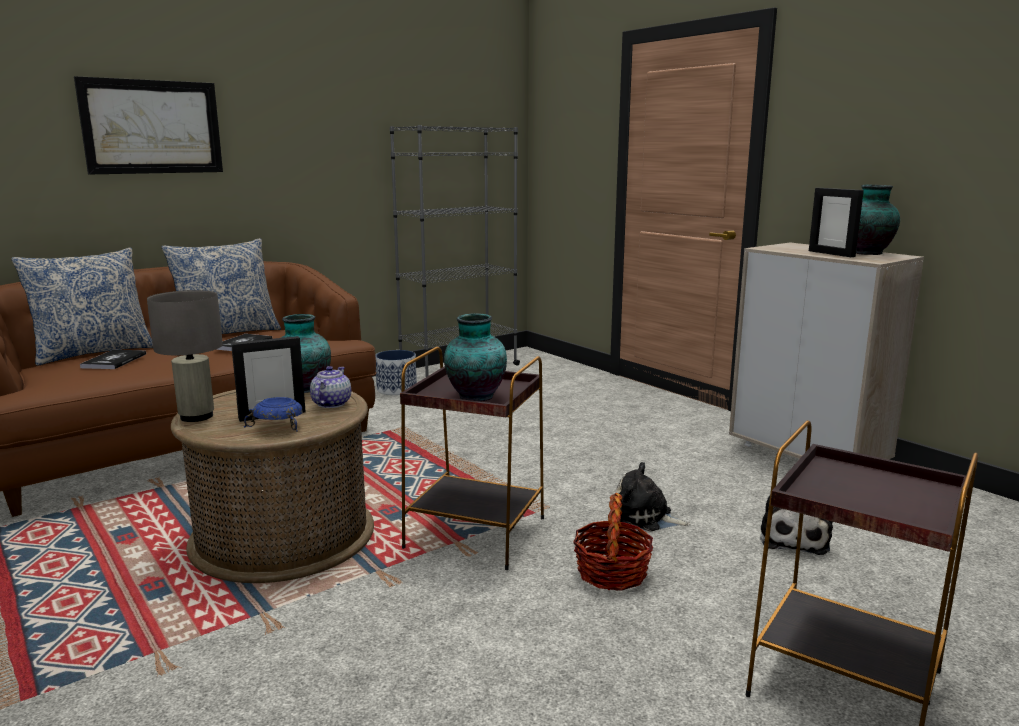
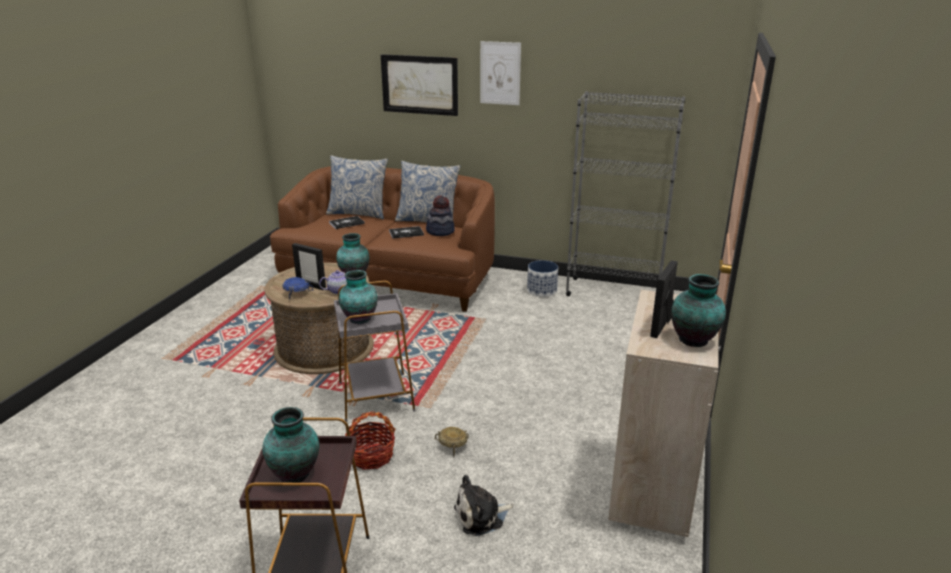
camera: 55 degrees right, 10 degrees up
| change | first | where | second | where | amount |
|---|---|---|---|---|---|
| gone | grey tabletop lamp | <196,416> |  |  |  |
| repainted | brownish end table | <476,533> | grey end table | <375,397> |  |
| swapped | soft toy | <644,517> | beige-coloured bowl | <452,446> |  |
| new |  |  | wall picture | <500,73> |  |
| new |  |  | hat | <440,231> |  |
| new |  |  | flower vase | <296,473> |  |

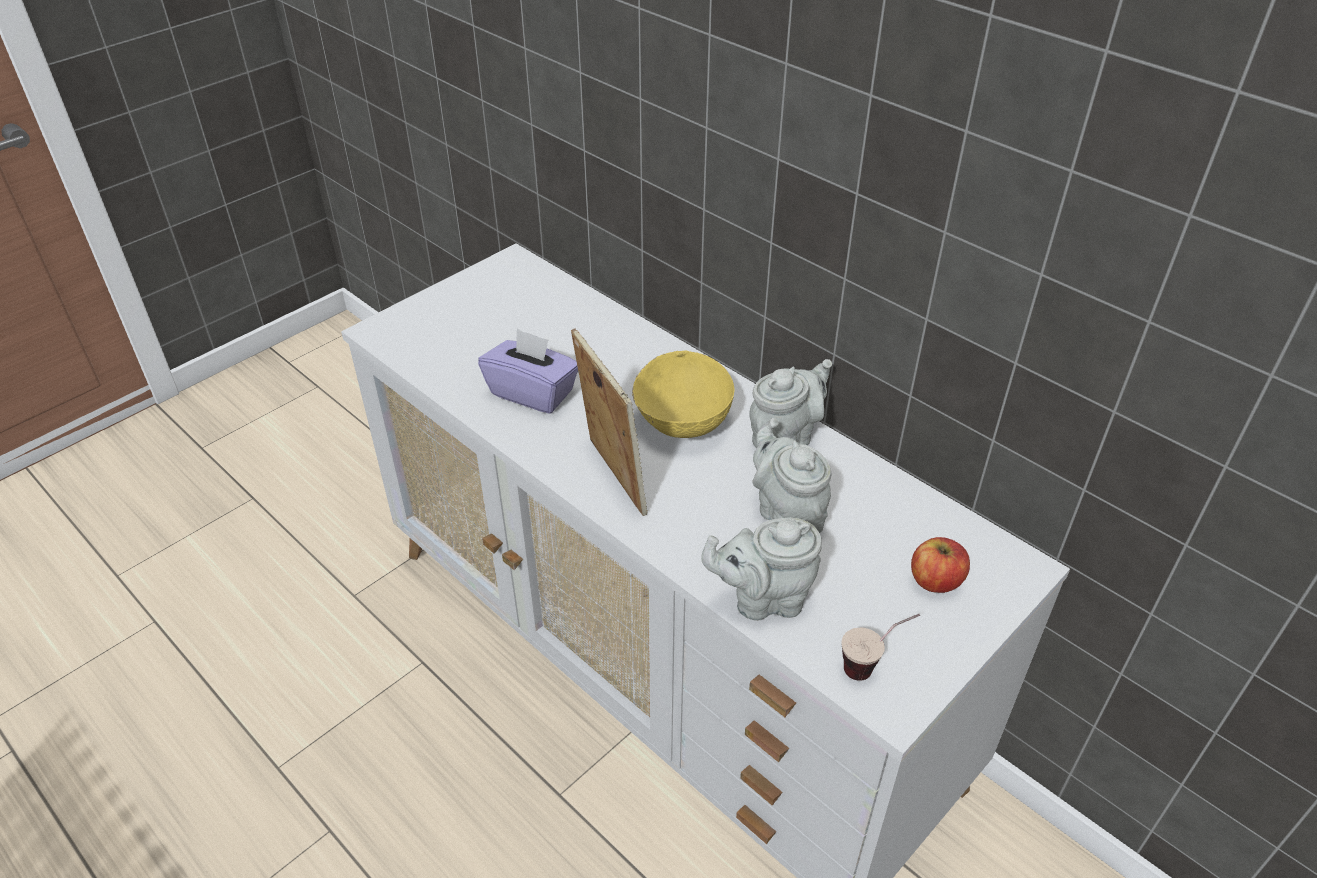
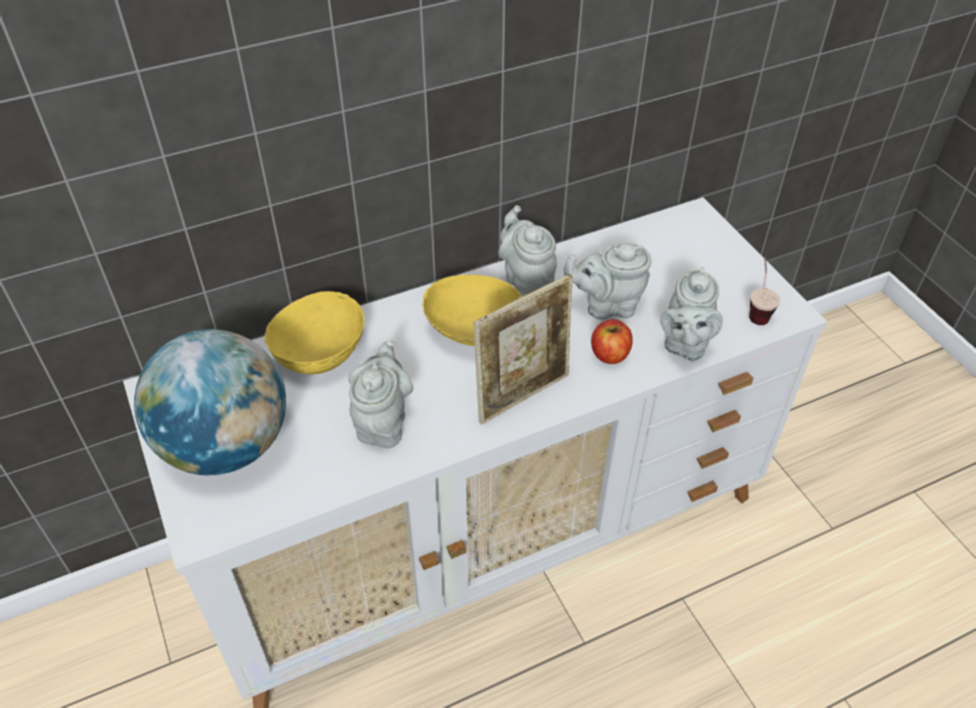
camera: 70 degrees left, 5 degrees up
| change | first | where | second | where | amount |
|---|---|---|---|---|---|
| swapped | purple tissue box | <533,392> | grey tea pot | <382,422> |  |
| rotated | standing frame | <612,477> |  | <522,394> | 150 degrees clockwise |
| shifted | apple fruit | <935,580> |  | <609,354> |  |
| new |  |  | yellow-coloured bowl | <319,352> |  |
| new |  |  | world globe | <226,446> |  |

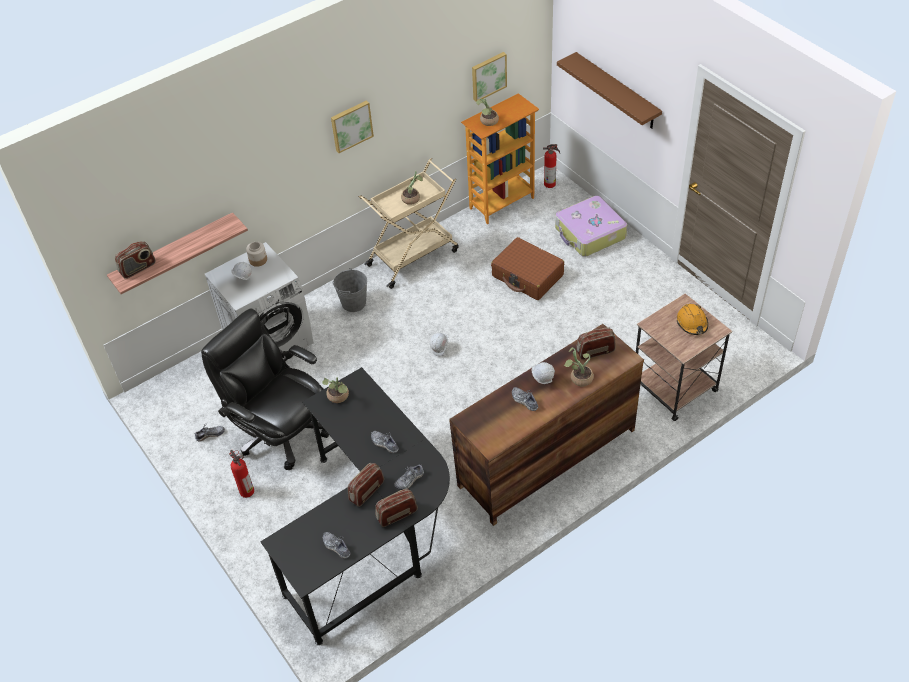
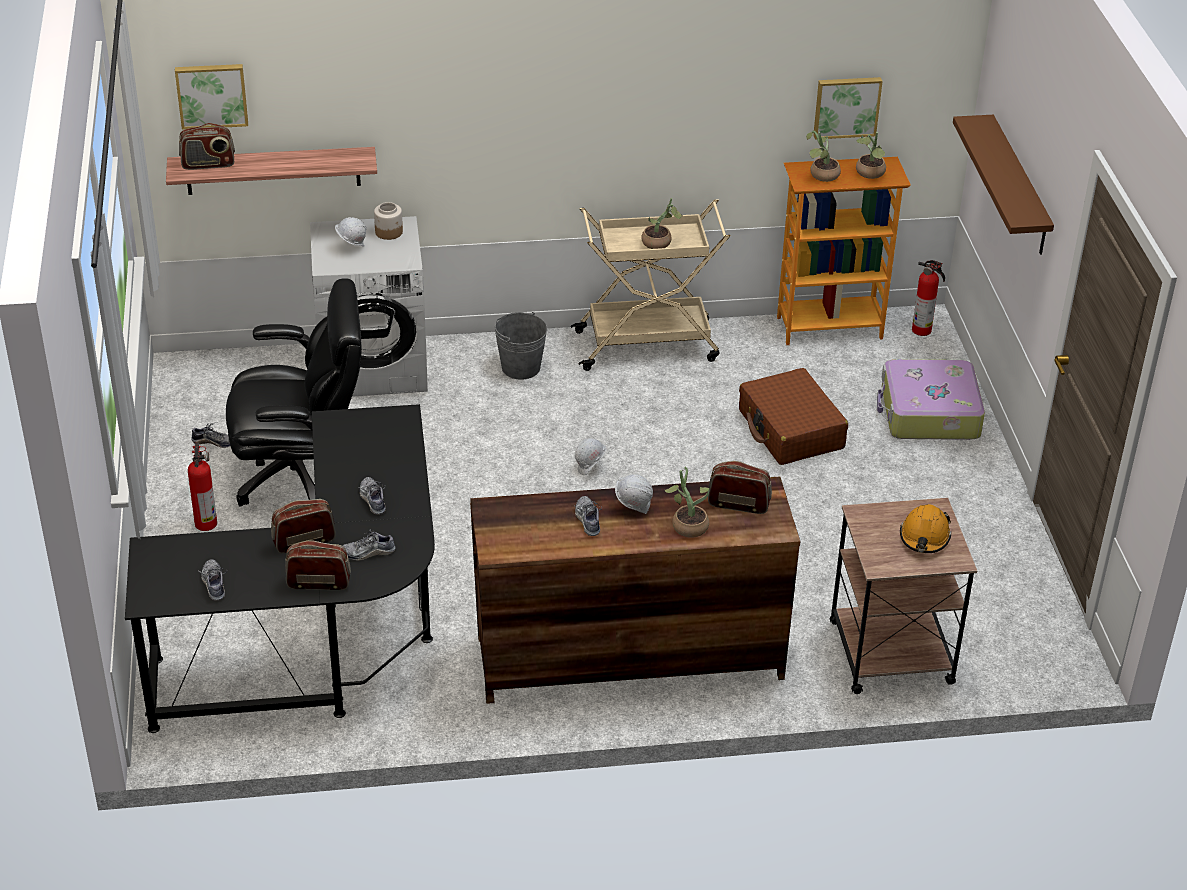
camera: 25 degrees right, 10 degrees down
| change | first | where | second | where | amount |
|---|---|---|---|---|---|
| shifted | wall picture | <351,125> |  | <212,95> |  |
| rotated | black-coloured office chair | <281,432> |  | <303,476> | 105 degrees clockwise |
| shifted | houseplant | <339,398> |  | <870,174> |  |

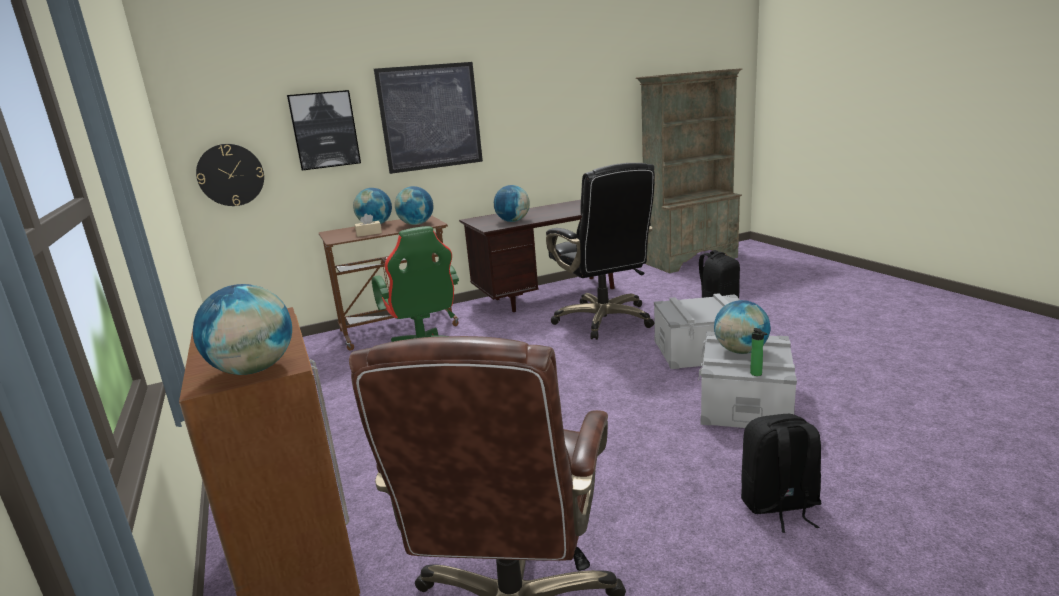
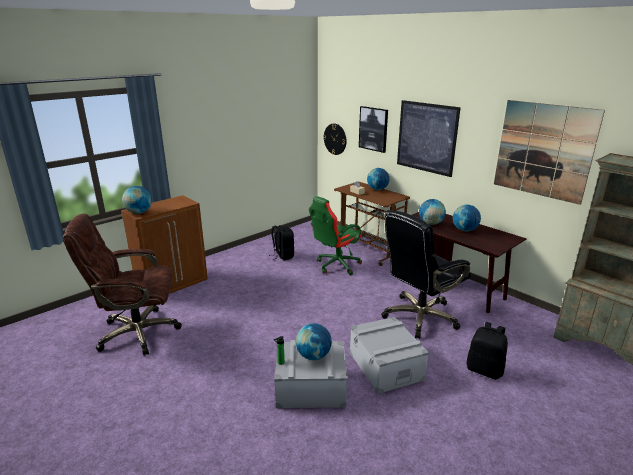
camera: 70 degrees right, 5 degrees up
| change | first | where | second | where | amount |
|---|---|---|---|---|---|
| shifted | world globe | <416,224> |  | <464,230> |  |
| shifted | black-coloured rucksack | <779,506> |  | <283,256> |  |
| new |  |  | wall picture | <543,150> |  |

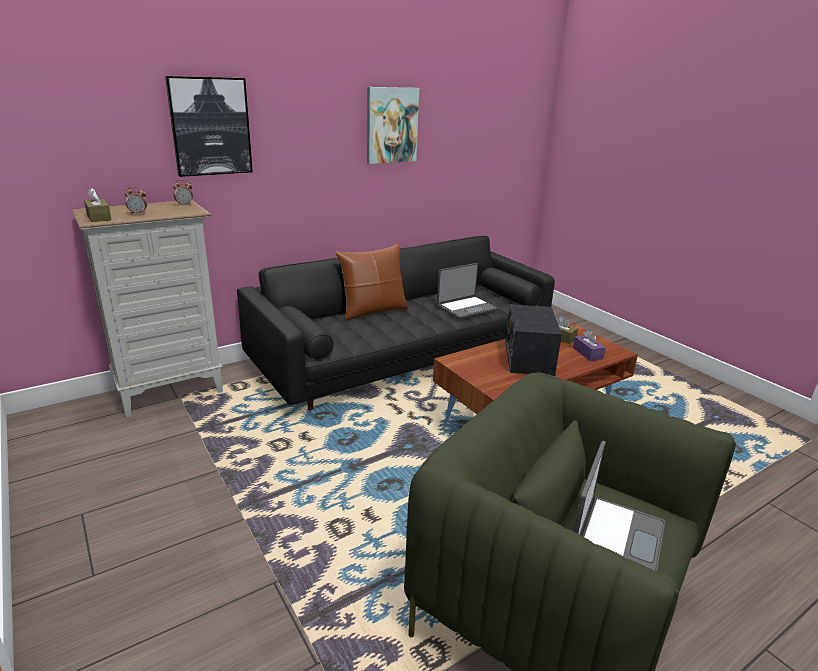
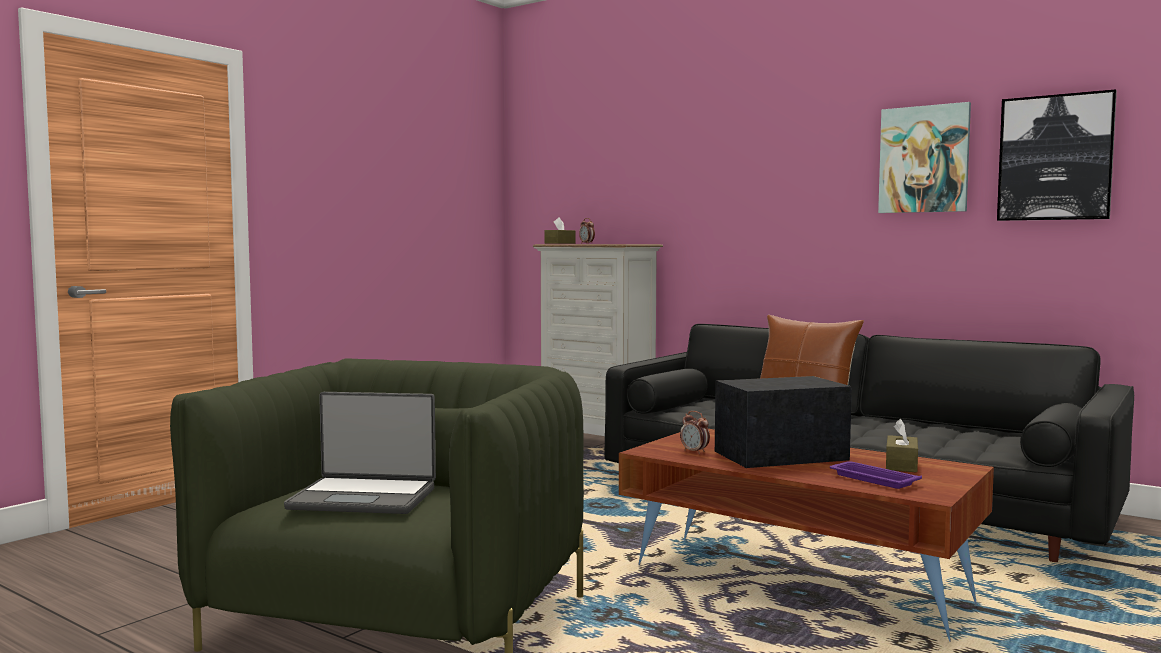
camera: 70 degrees right, 20 degrees down
| change | first | where | second | where | amount |
|---|---|---|---|---|---|
| shifted | wall picture | <210,126> |  | <1055,158> |  |
| shifted | table clock | <184,205> |  | <694,452> |  |
| gone | portable computer | <466,308> |  |  |  |
| swapped | purple tissue box | <587,353> | purple serving tray | <872,479> |  |

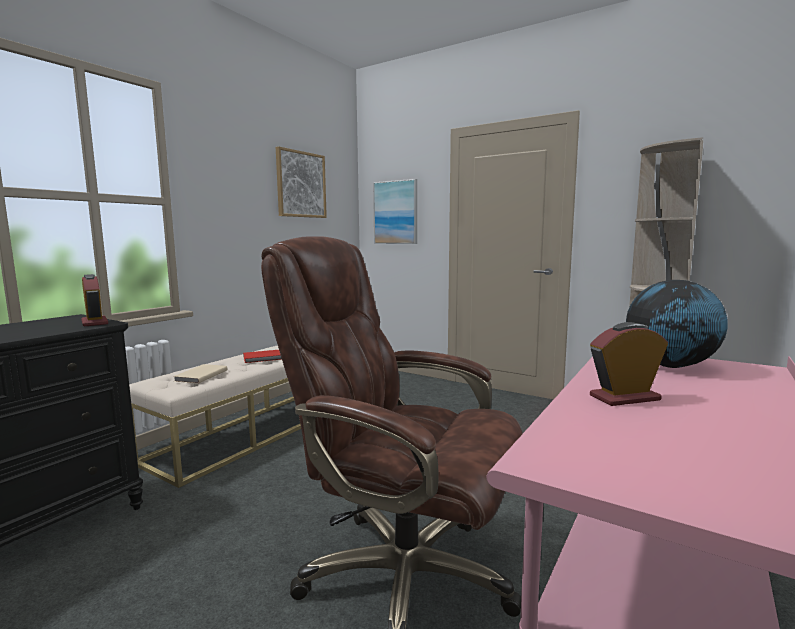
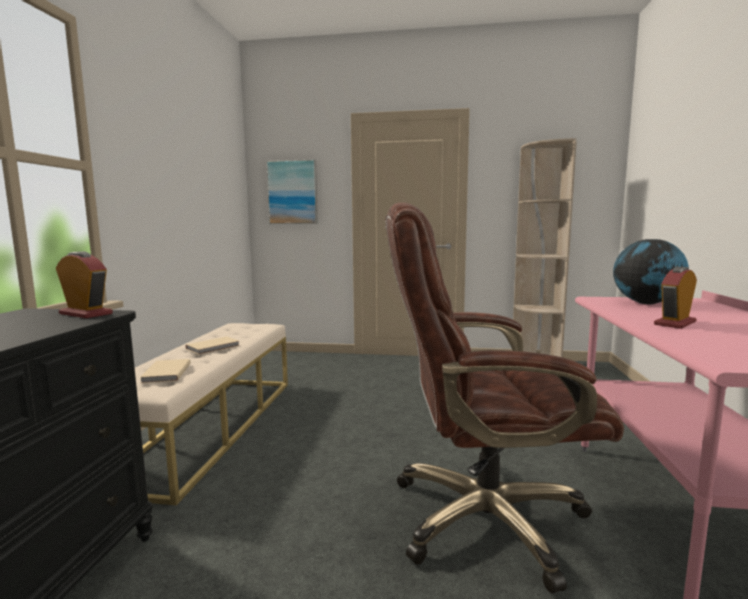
camera: 25 degrees left, 0 degrees up
| change | first | where | second | where | amount |
|---|---|---|---|---|---|
| gone | wall picture | <301,184> |  |  |  |
| repainted | red-coloured book | <265,358> | beige-coloured book | <214,347> |  |

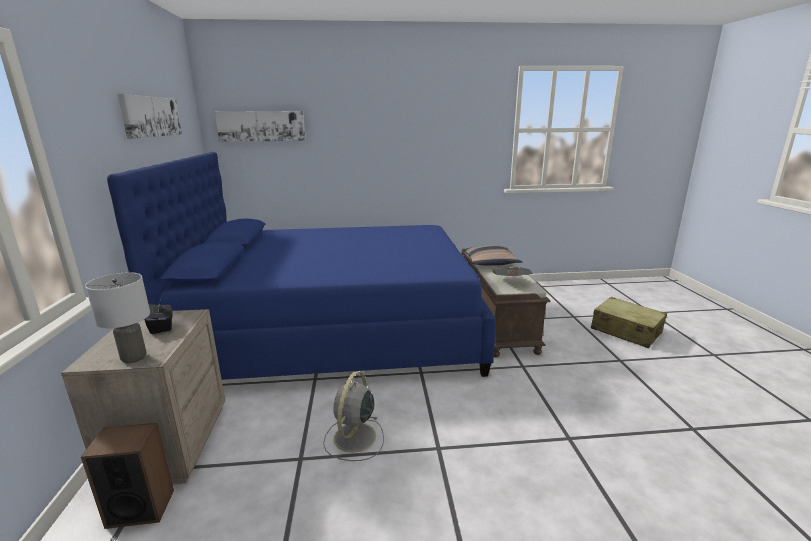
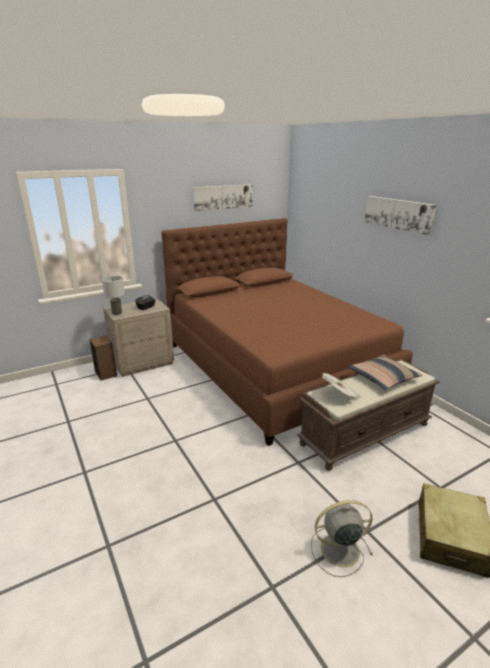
camera: 65 degrees right, 5 degrees up
| change | first | where | second | where | amount |
|---|---|---|---|---|---|
| shifted | wall picture | <261,126> |  | <398,214> |  |
| repainted | blue bedroom bed | <336,330> | brownish bedroom bed | <275,366> |  |
| shifted | grey fan | <354,438> |  | <338,550> |  |

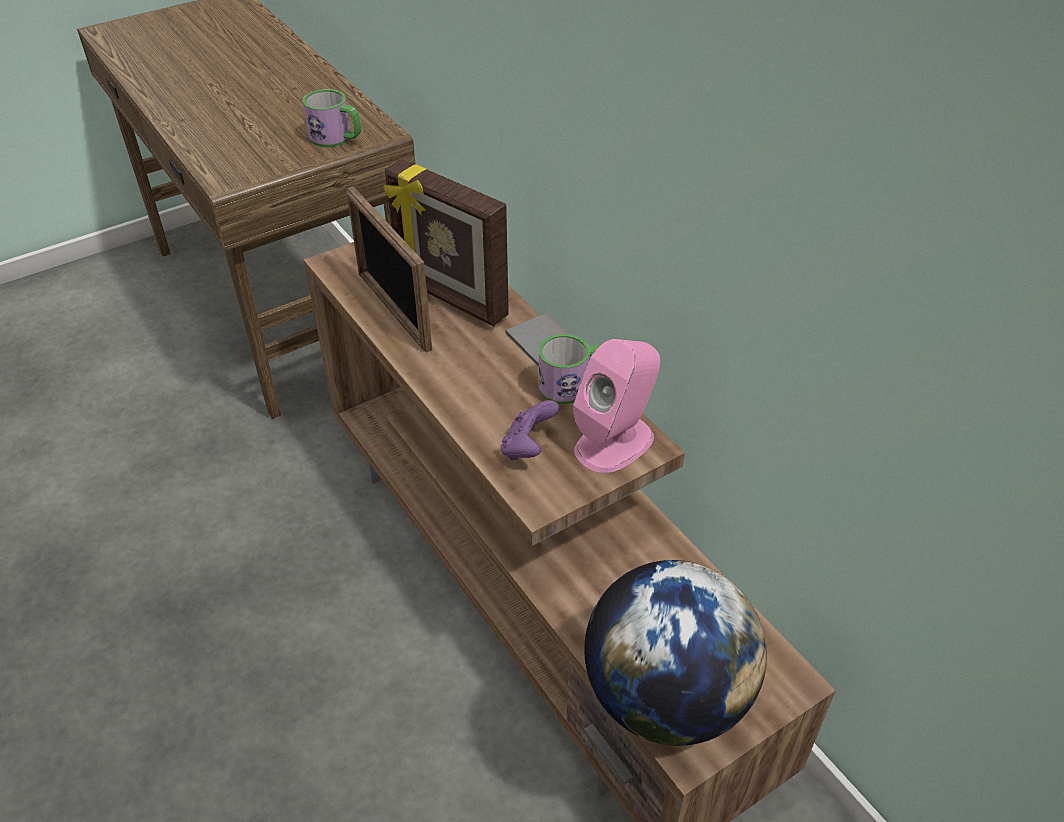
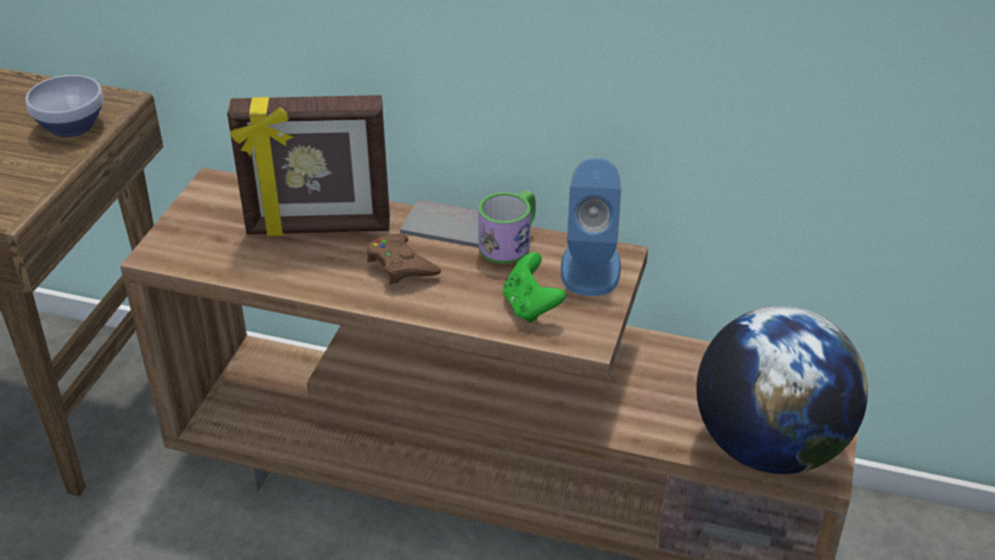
camera: 40 degrees left, 5 degrees down
| change | first | where | second | where | amount |
|---|---|---|---|---|---|
| swapped | coffee mug | <337,138> | bowl | <73,125> |  |
| gone | standing frame | <393,311> |  |  |  |
| repainted | pink-coloured speaker | <615,442> | blue speaker | <590,267> |  |
| repainted | purple game controller | <528,447> | green-coloured game controller | <530,307> |  |
| new |  |  | brownish game controller | <401,265> |  |

